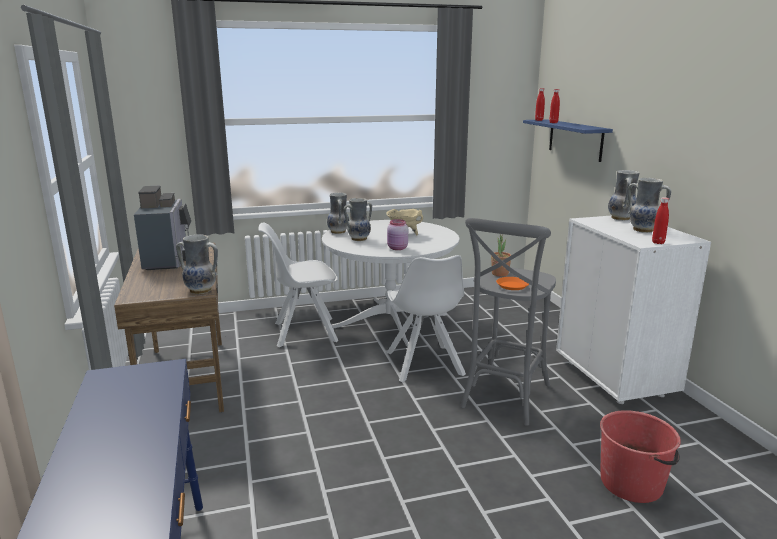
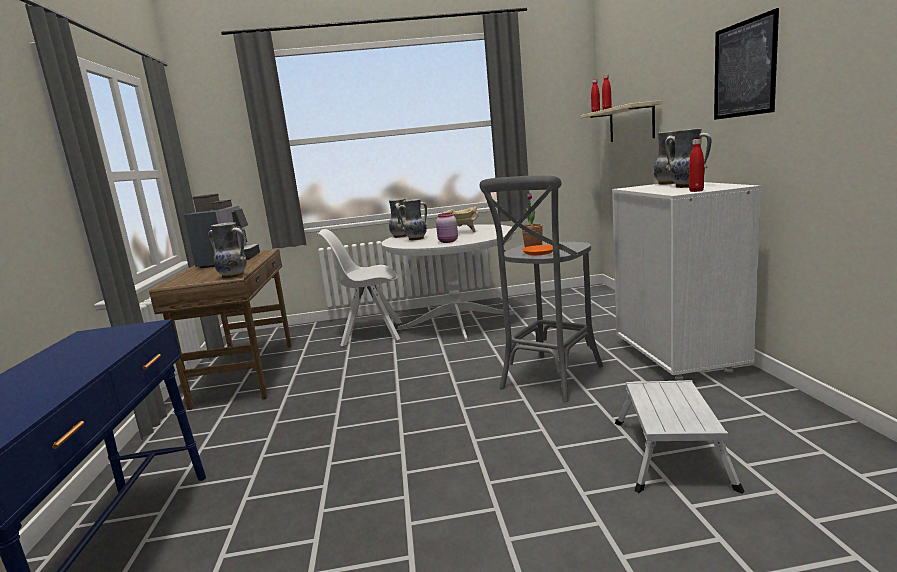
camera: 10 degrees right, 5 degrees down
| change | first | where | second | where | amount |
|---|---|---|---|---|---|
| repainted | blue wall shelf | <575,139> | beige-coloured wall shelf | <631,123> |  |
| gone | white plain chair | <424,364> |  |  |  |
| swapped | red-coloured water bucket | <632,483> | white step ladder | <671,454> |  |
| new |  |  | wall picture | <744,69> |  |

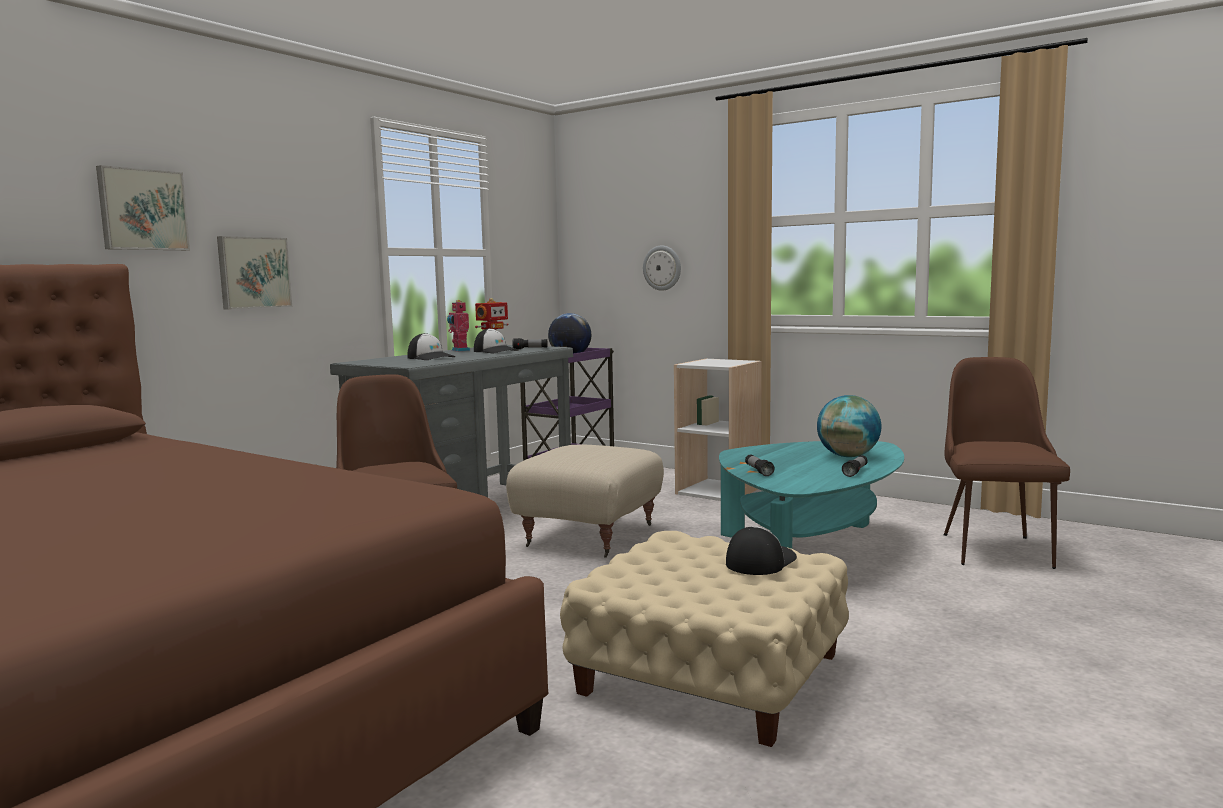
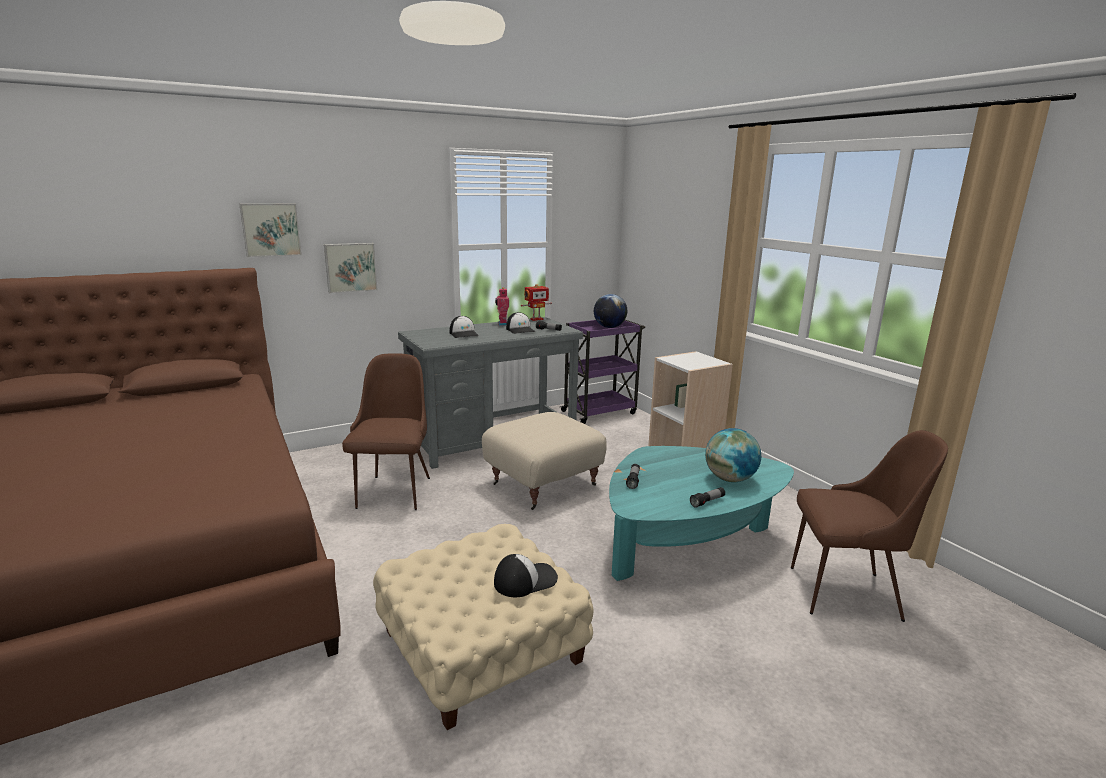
camera: 25 degrees right, 10 degrees up
| change | first | where | second | where | amount |
|---|---|---|---|---|---|
| gone | clock on the wall | <662,268> |  |  |  |
| rotated | brownish plain chair | <994,550> |  | <845,593> | 60 degrees clockwise |

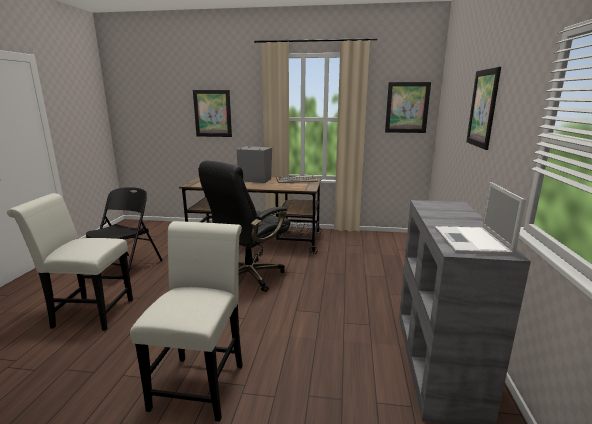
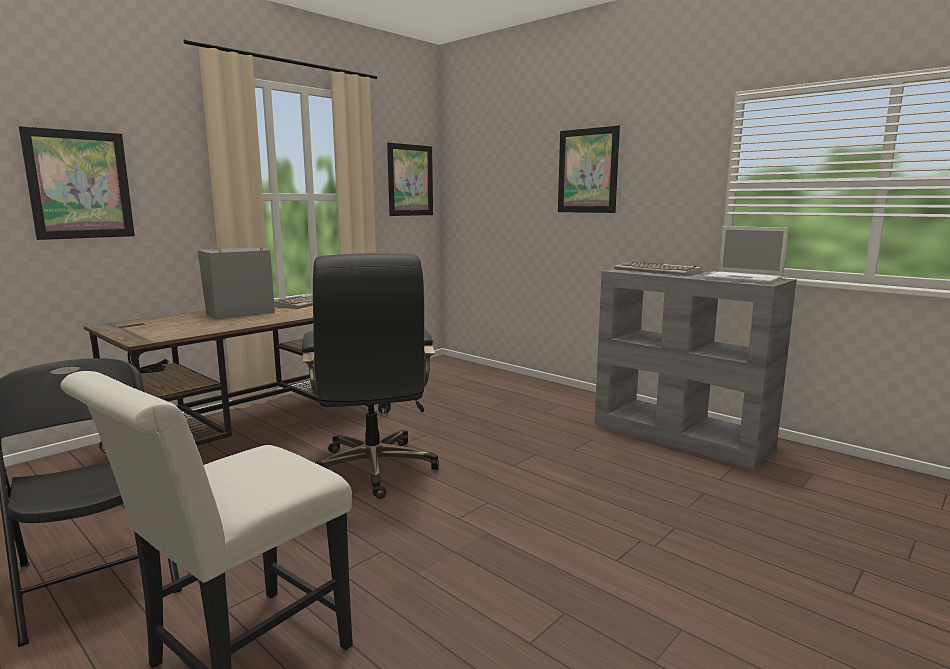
camera: 55 degrees left, 5 degrees down
| change | first | where | second | where | amount |
|---|---|---|---|---|---|
| gone | white plain chair | <201,381> |  |  |  |
| new |  |  | keyboard | <658,271> |  |

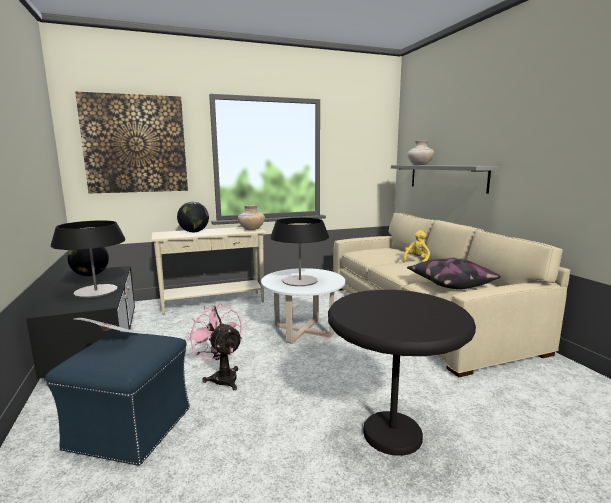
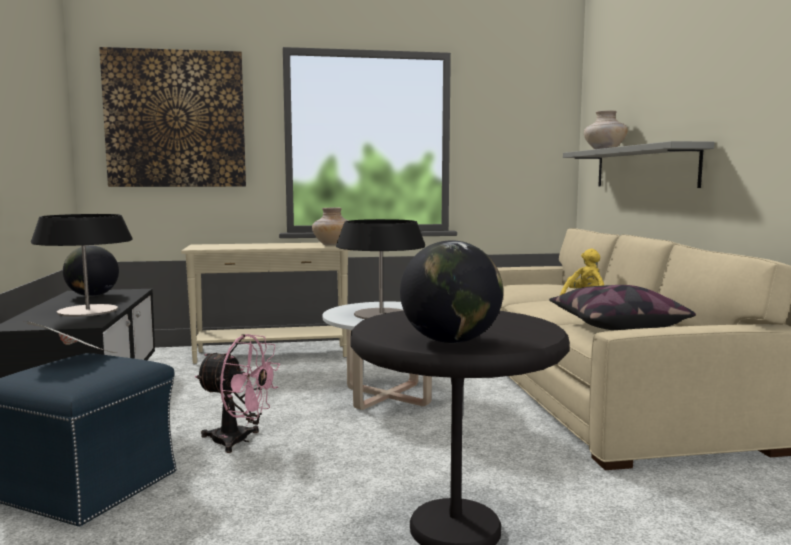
camera: 10 degrees right, 5 degrees down
| change | first | where | second | where | amount |
|---|---|---|---|---|---|
| shifted | world globe | <194,232> |  | <450,341> |  |
| rotated | pink-coloured fan | <222,377> |  | <239,441> | 135 degrees clockwise |

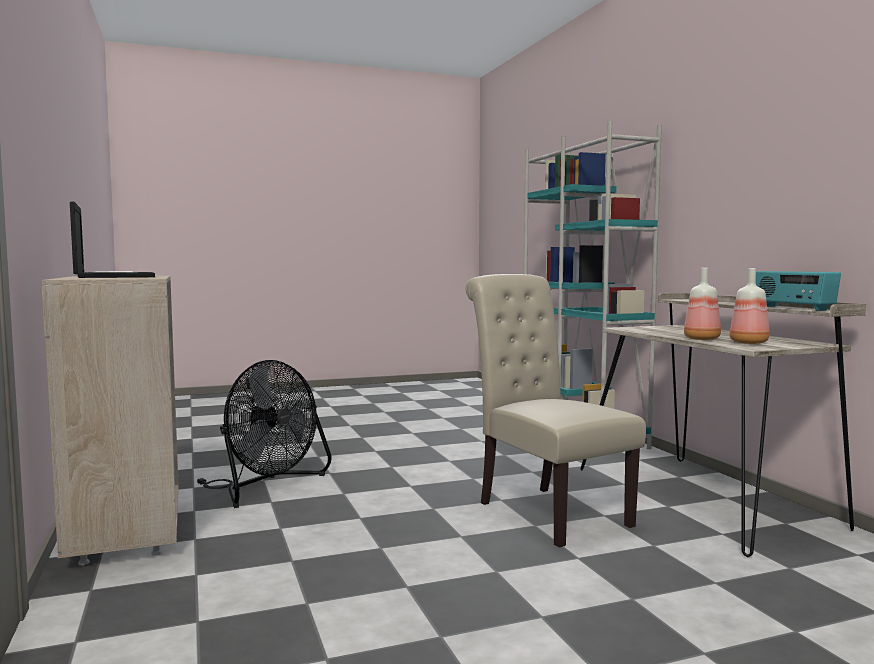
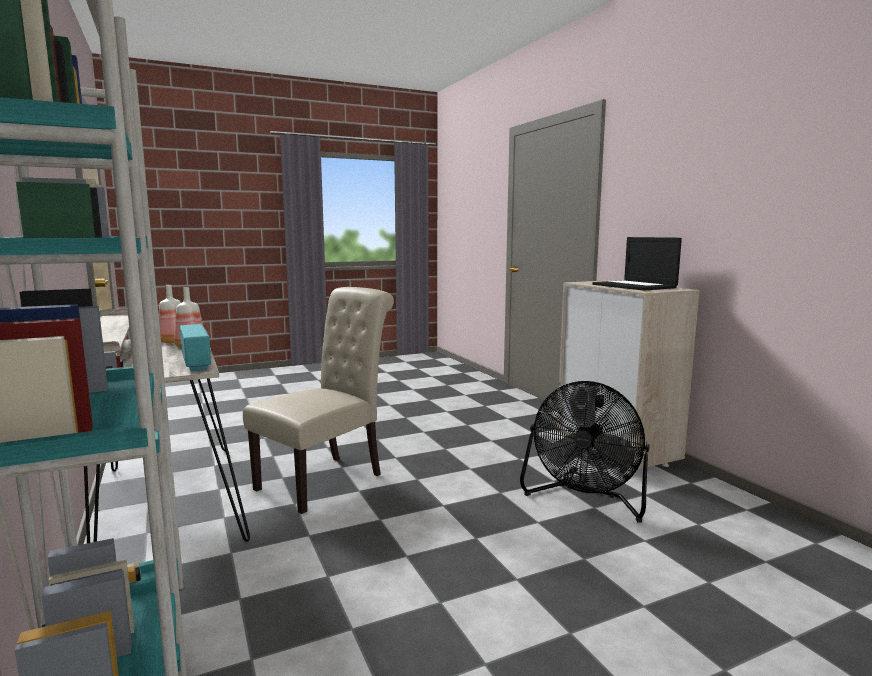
camera: 175 degrees right, 5 degrees up
| change | first | where | second | where | amount |
|---|---|---|---|---|---|
| shifted | radio | <792,308> |  | <197,364> |  |
| rotated | beige-coloured plain chair | <546,511> |  | <326,479> | 105 degrees counterclockwise |
| rotated | black-coloured fan | <262,487> |  | <582,497> | 90 degrees counterclockwise |

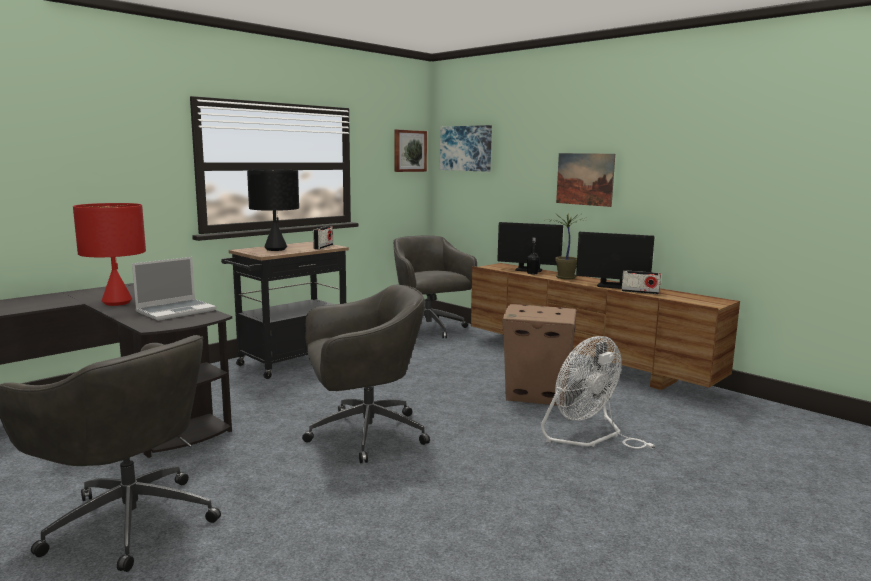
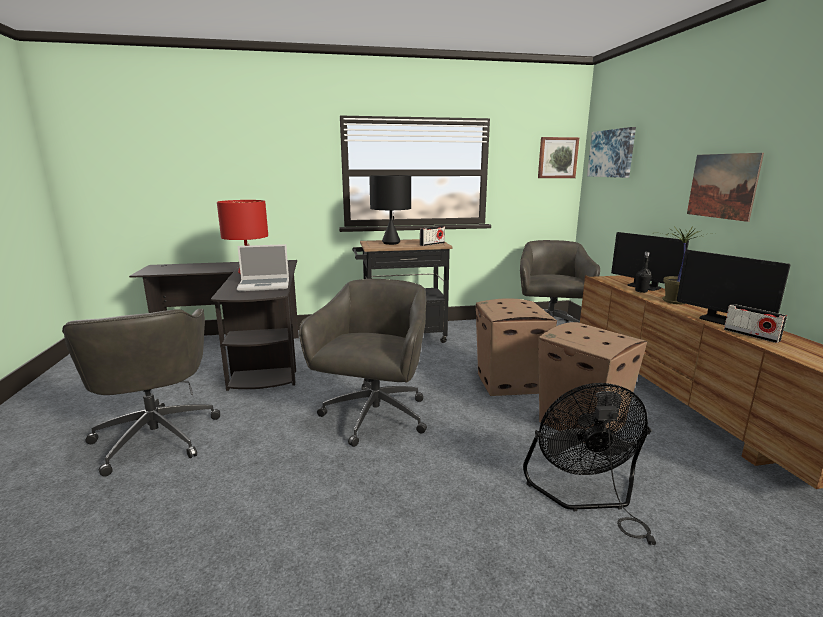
camera: 35 degrees right, 5 degrees up
| change | first | where | second | where | amount |
|---|---|---|---|---|---|
| rotated | grey office chair | <364,434> |  | <374,417> | 90 degrees counterclockwise |
| repainted | white fan | <595,435> | black-coloured fan | <593,497> |  |
| new |  |  | cardboard box | <509,383> |  |

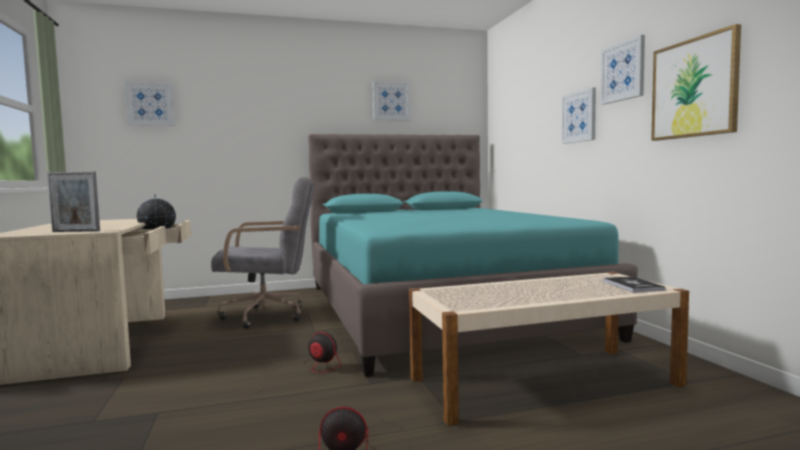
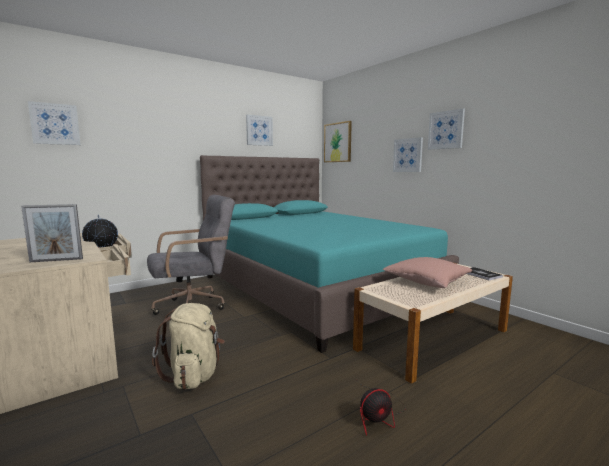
camera: 20 degrees left, 5 degrees up
| change | first | where | second | where | amount |
|---|---|---|---|---|---|
| shifted | wall picture | <694,88> |  | <338,142> |  |
| gone | fan | <306,371> |  |  |  |
| new |  |  | pink-coloured cushion | <426,282> |  |
| new |  |  | beige-coloured rucksack | <194,375> |  |

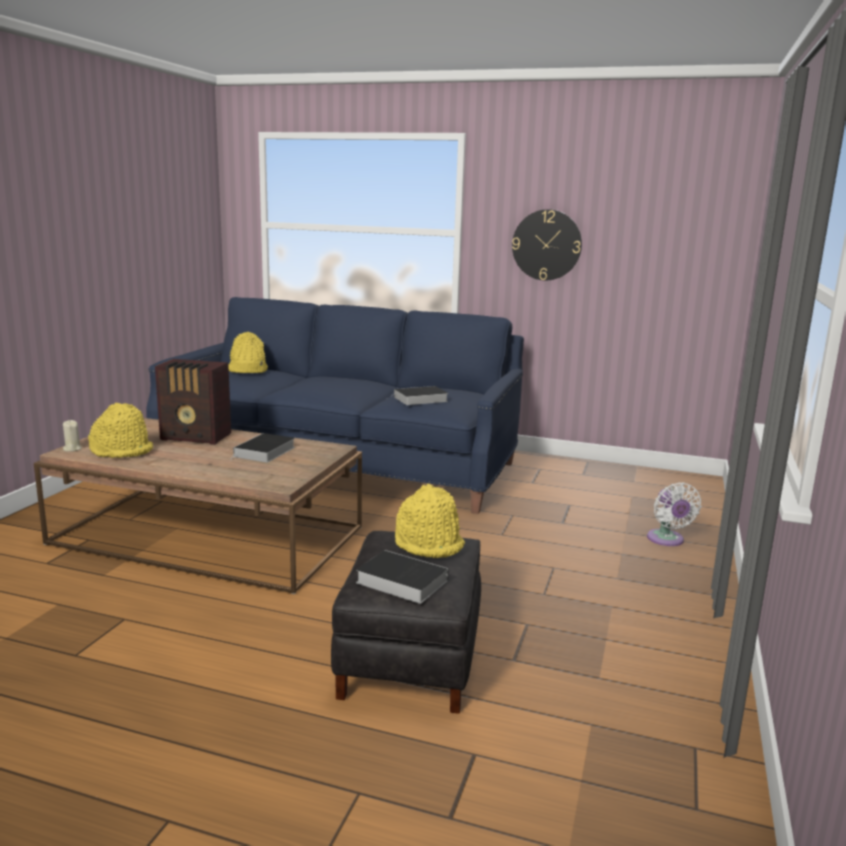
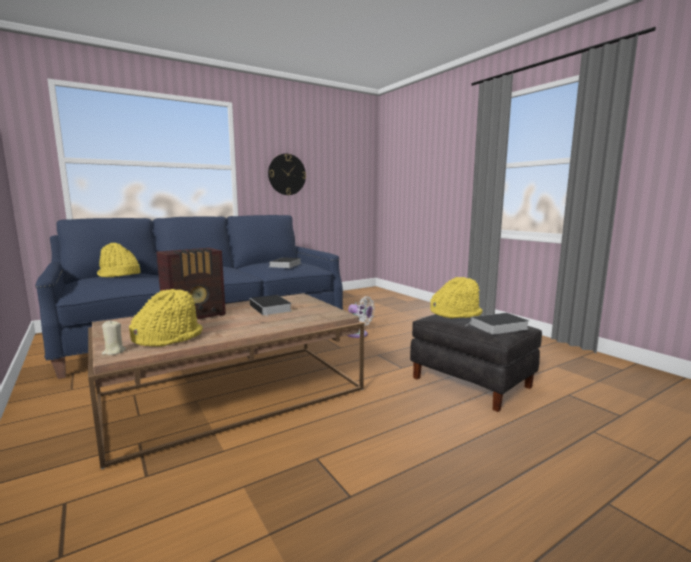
camera: 50 degrees left, 5 degrees down
| change | first | where | second | where | amount |
|---|---|---|---|---|---|
| shifted | white fan | <667,540> |  | <359,334> |  |

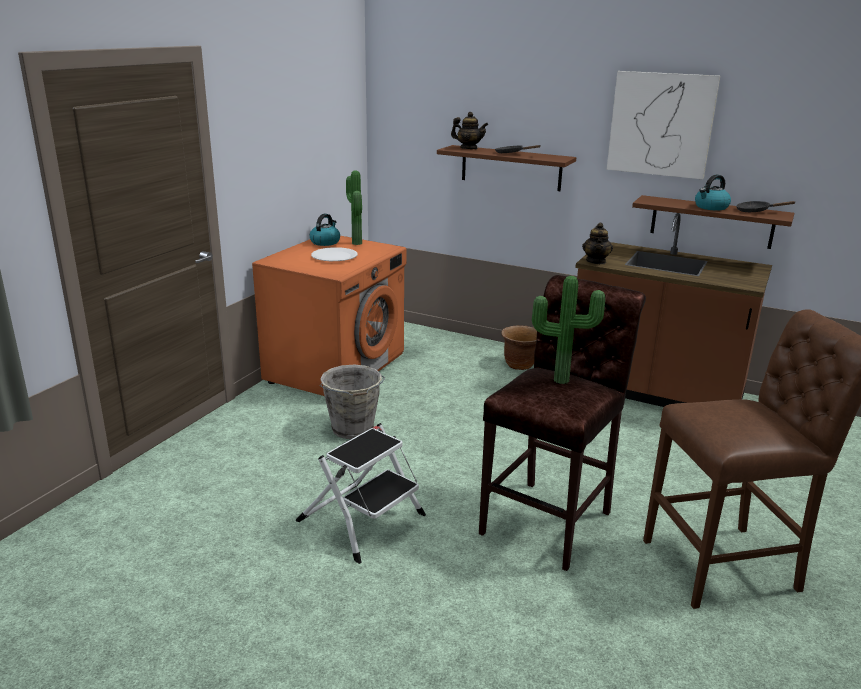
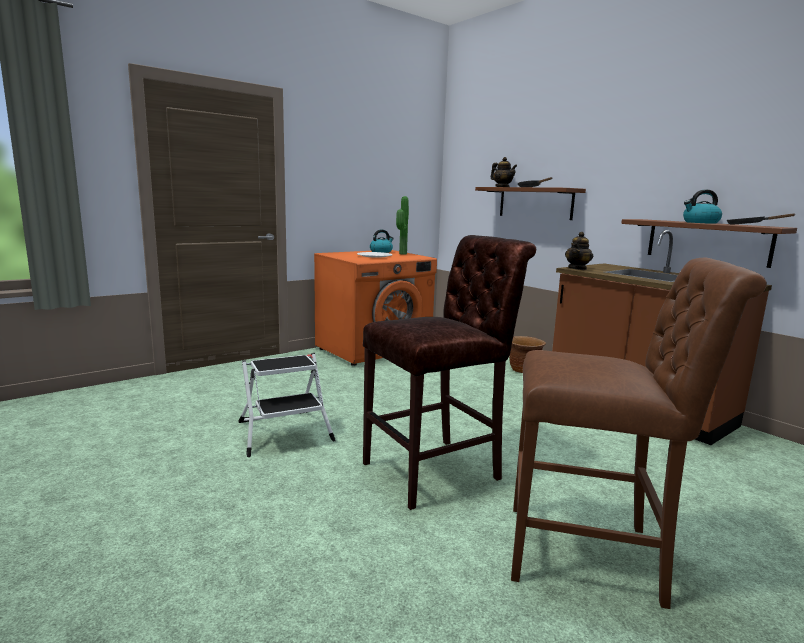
camera: 25 degrees right, 10 degrees down
| change | first | where | second | where | amount |
|---|---|---|---|---|---|
| gone | wall picture | <661,124> |  |  |  |
| gone | houseplant | <561,379> |  |  |  |
| gone | grey water bucket | <353,430> |  |  |  |

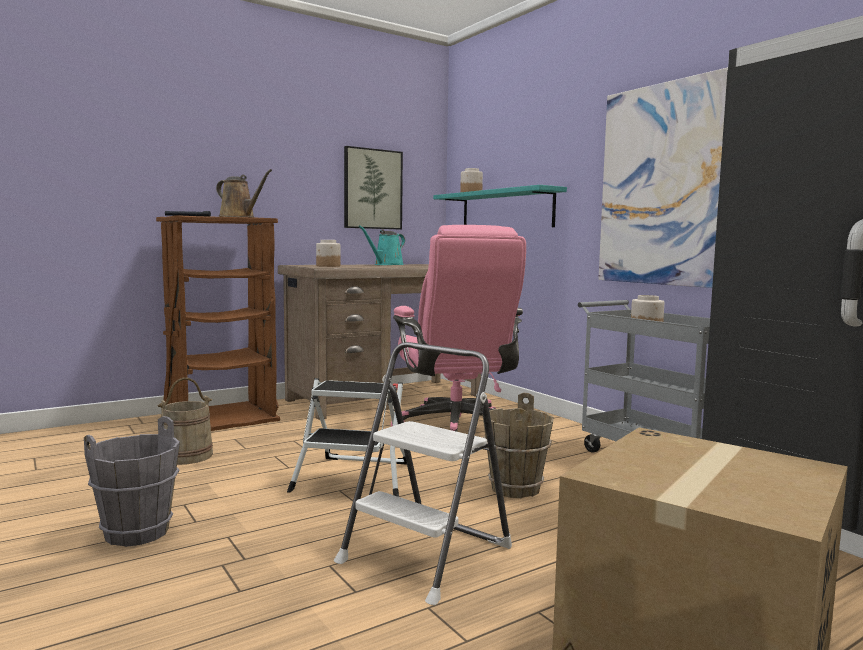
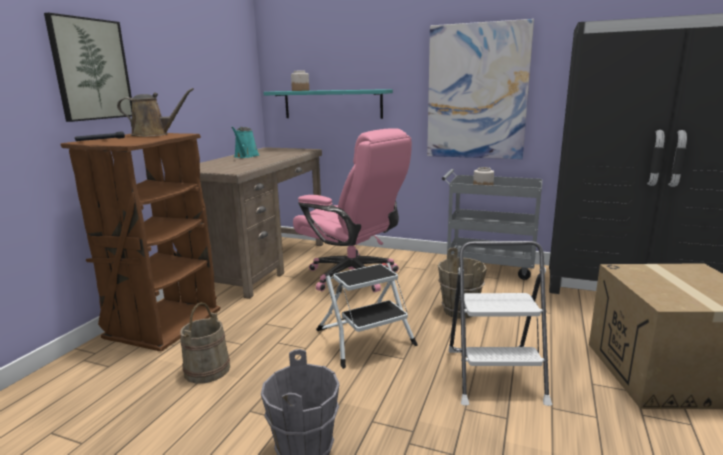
camera: 35 degrees left, 10 degrees up
| change | first | where | second | where | amount |
|---|---|---|---|---|---|
| shifted | wall picture | <372,189> |  | <91,69> |  |
| gone | preserve jar | <328,266> |  |  |  |

